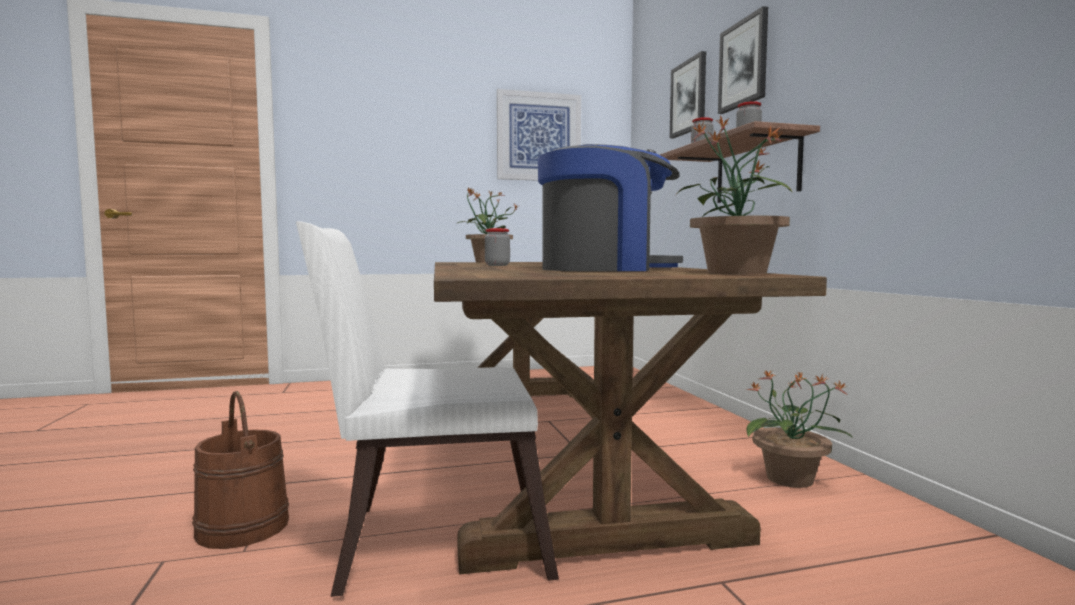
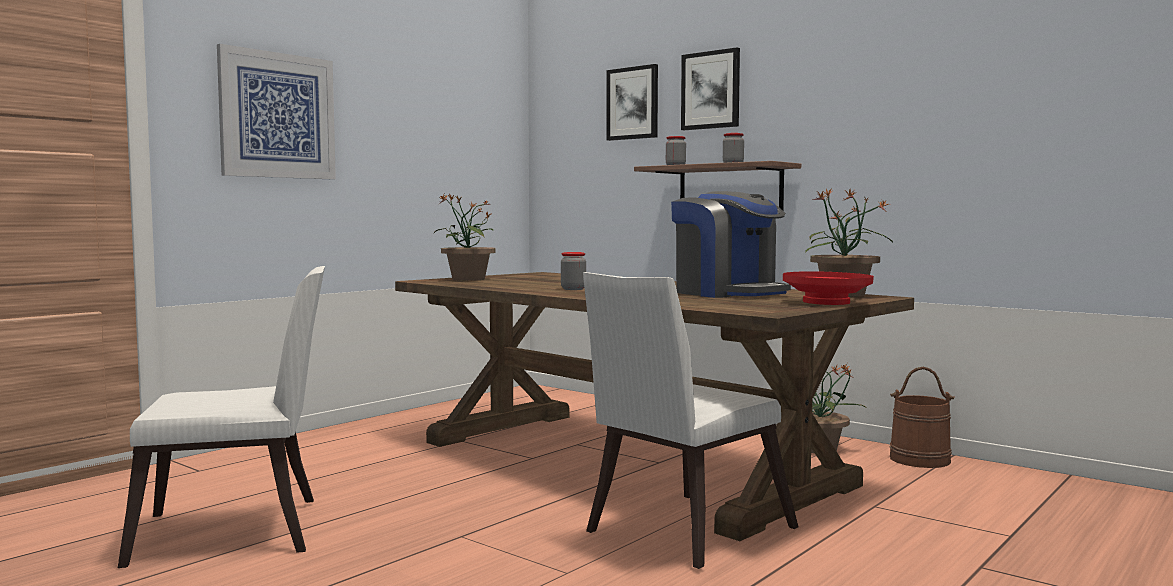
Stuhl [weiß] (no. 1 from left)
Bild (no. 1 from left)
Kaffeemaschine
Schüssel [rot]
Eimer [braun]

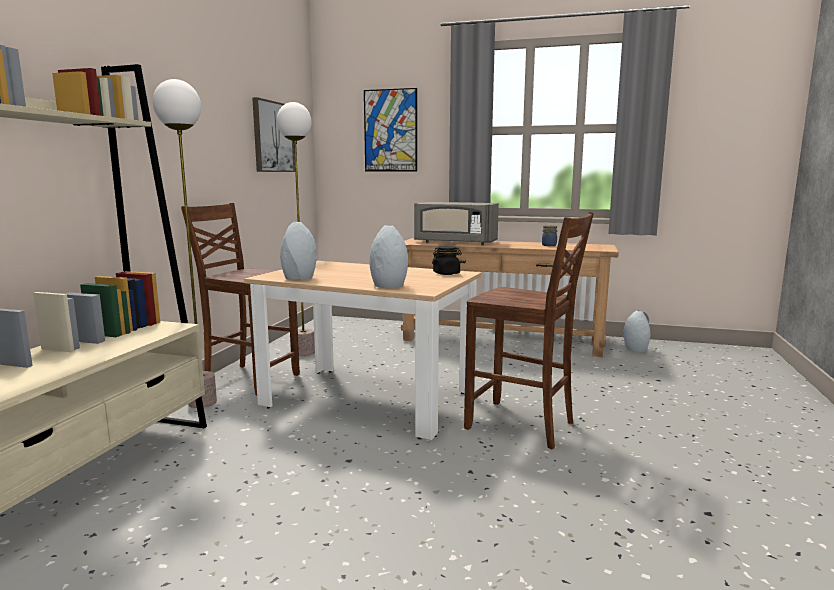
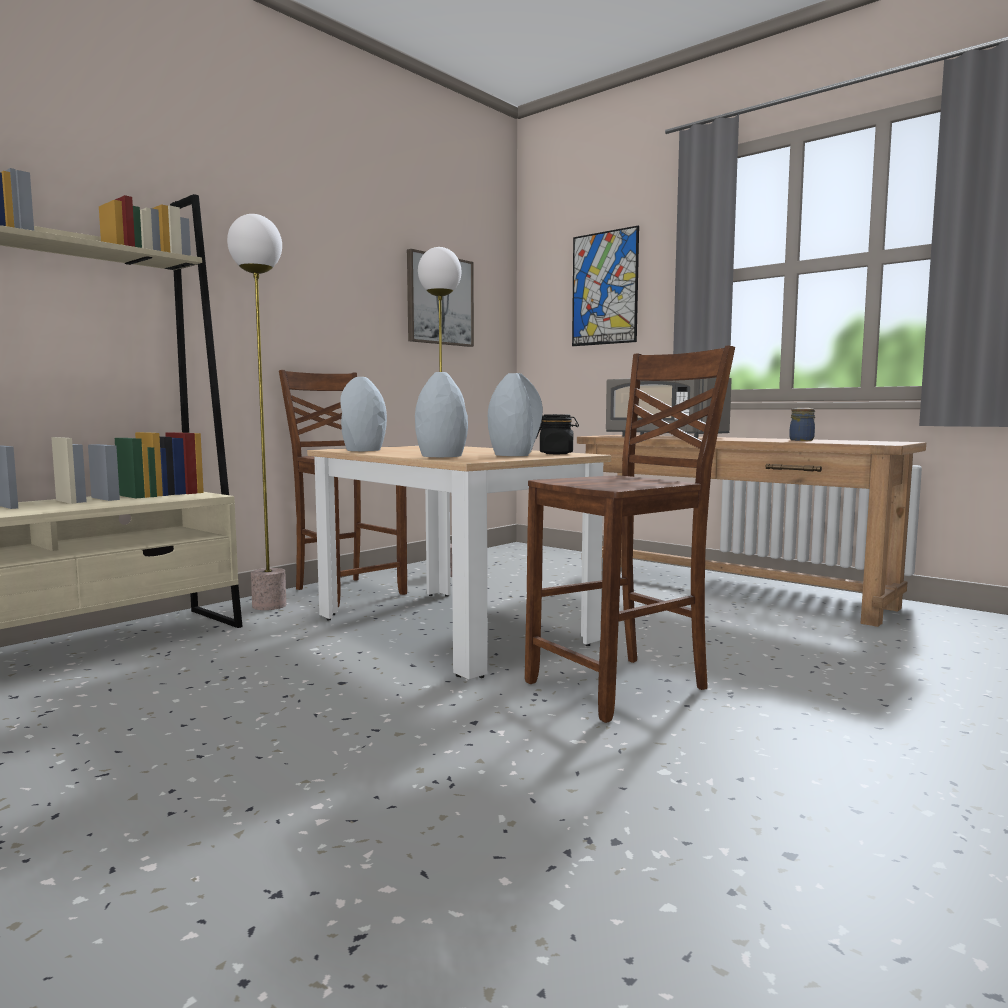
Vase [grau] (no. 3 from left)
Stuhl [braun] (no. 2 from left)

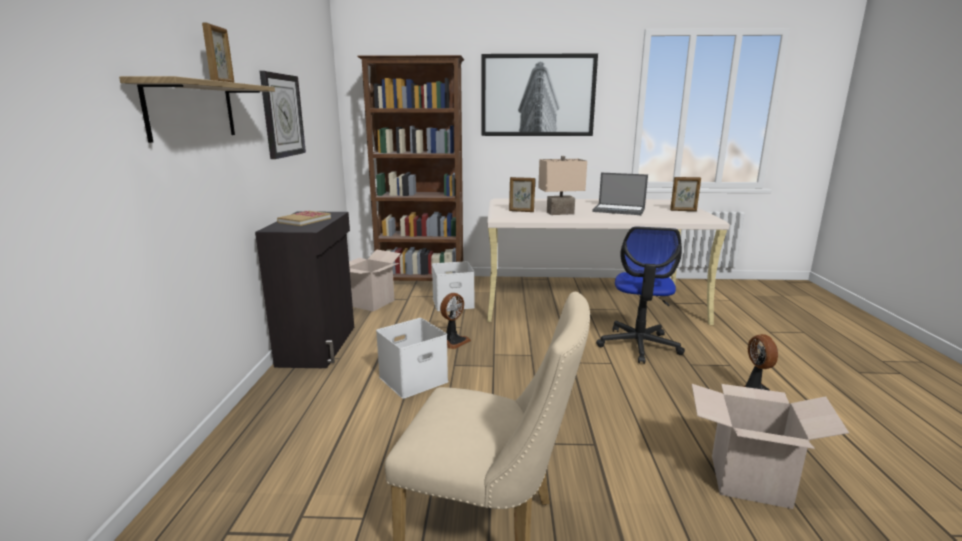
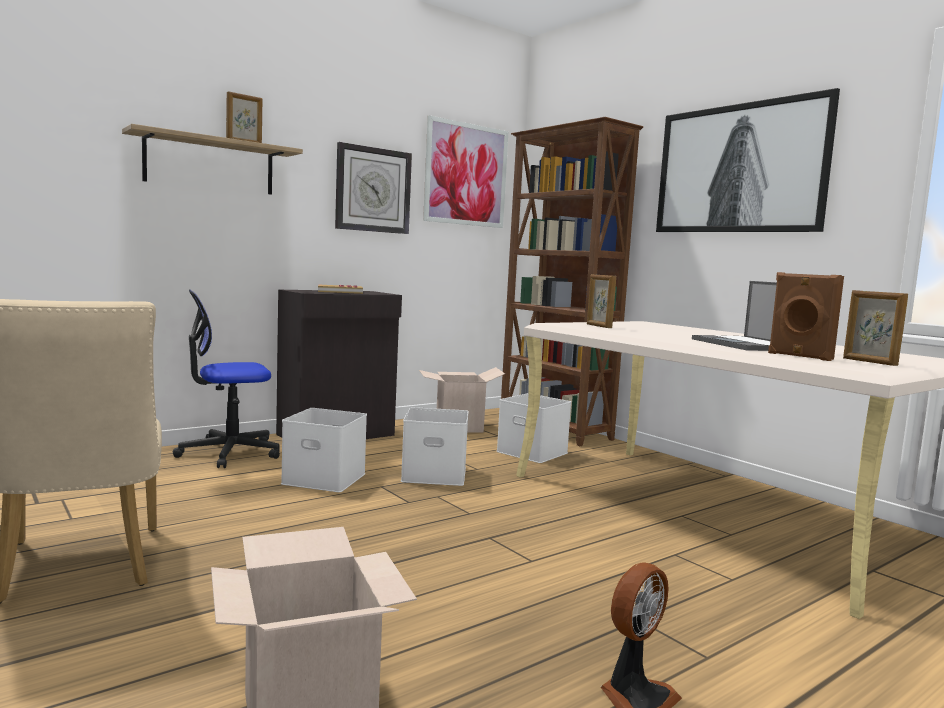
Bürostuhl
Aufbewahrungsbox [weiß] (no. 2 from left)
Bild (no. 1 from left)
Lautsprecher [braun]
Tischlampe [beige]

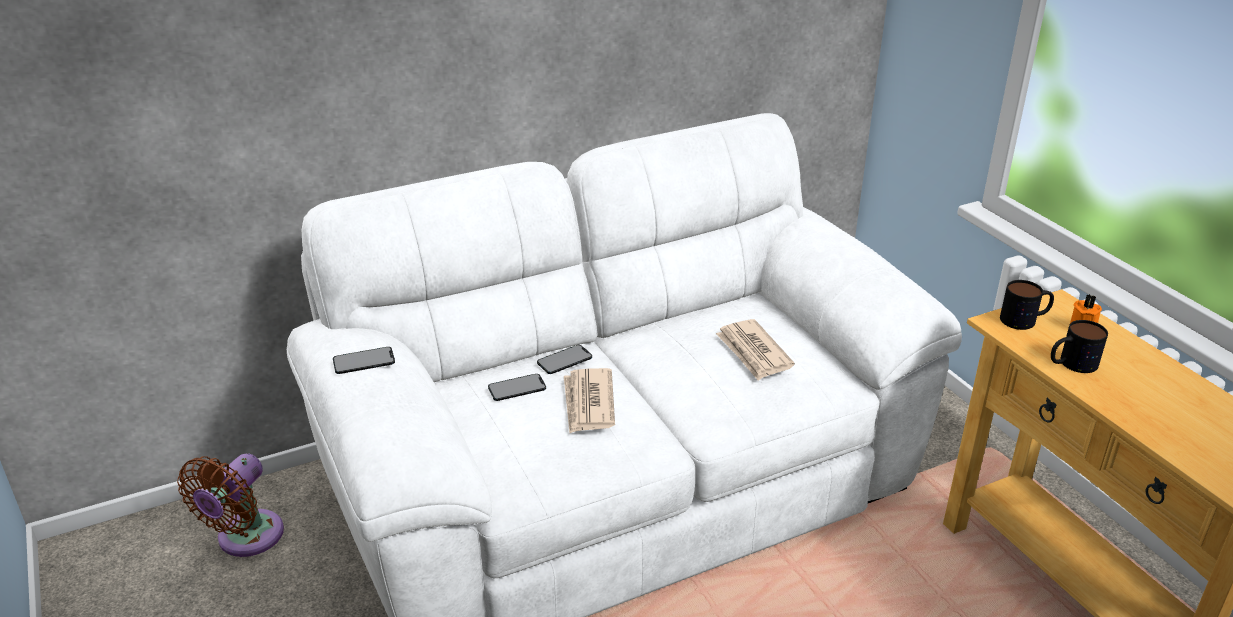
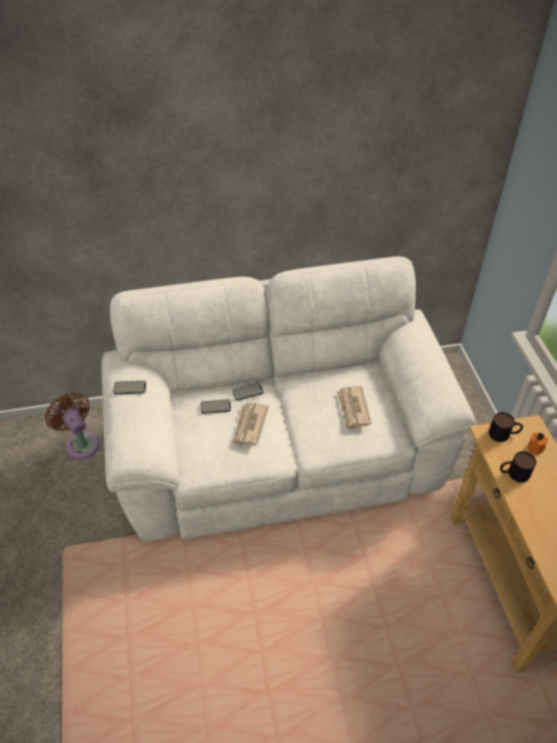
Ventilator [braun]

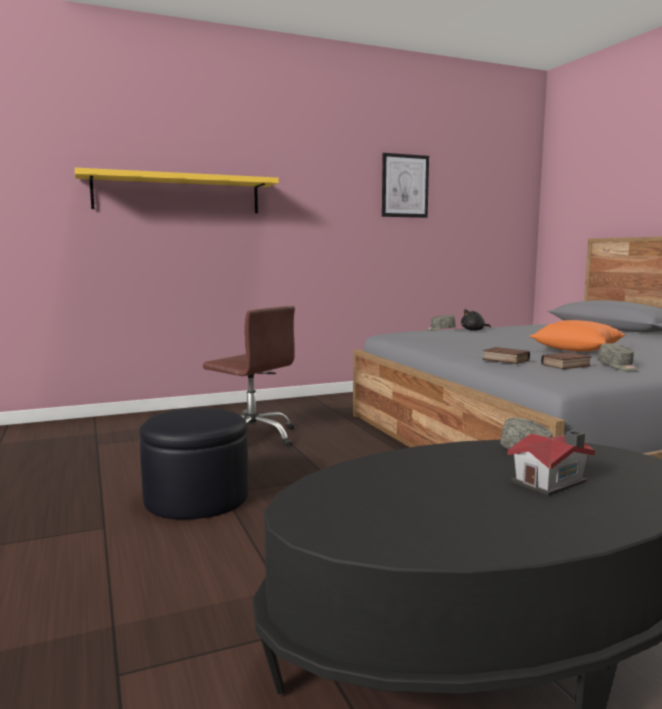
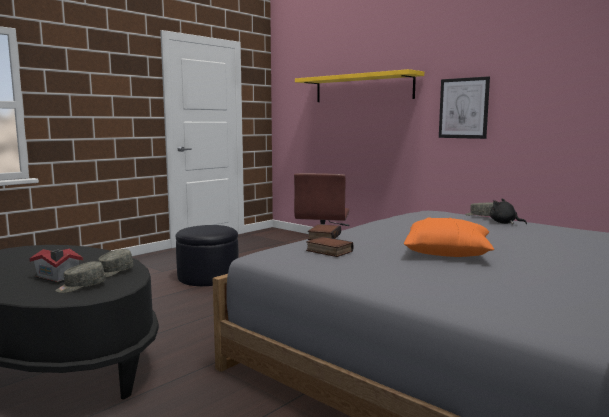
Kappe [grau] (no. 1 from left)
Bild

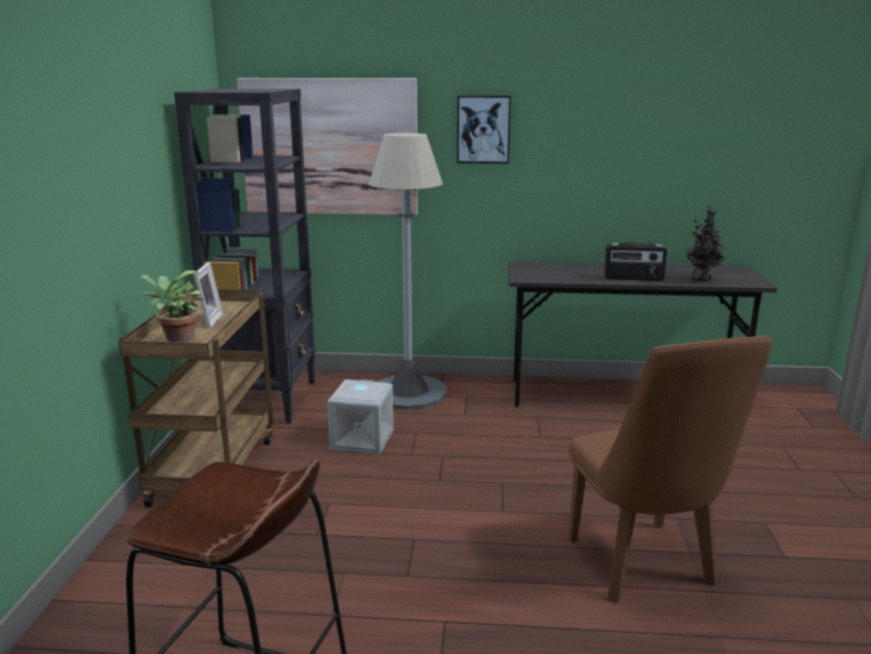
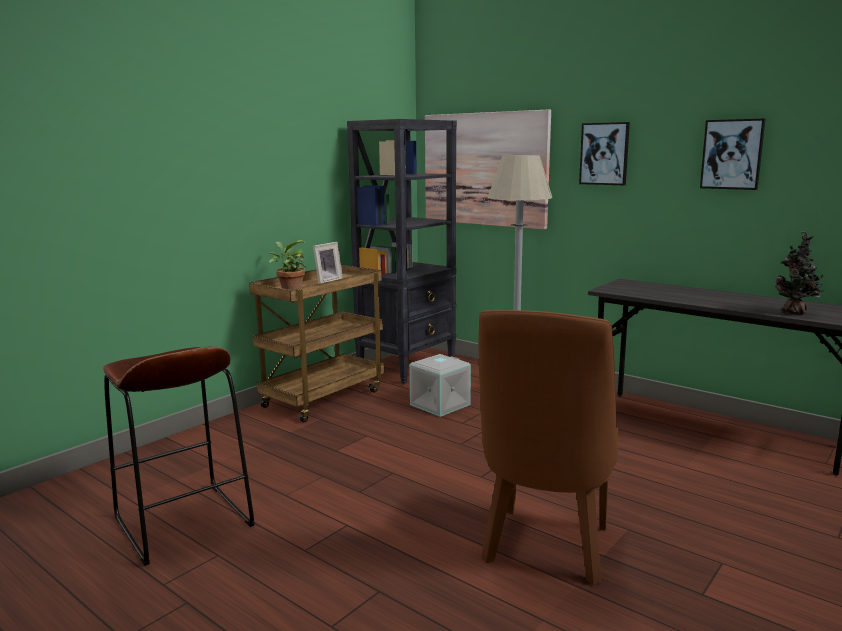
Bild (no. 3 from left)
Radio

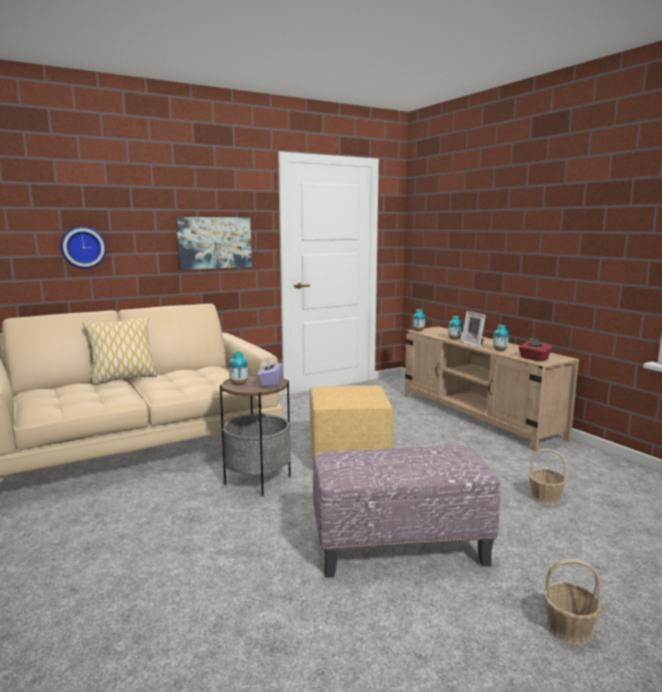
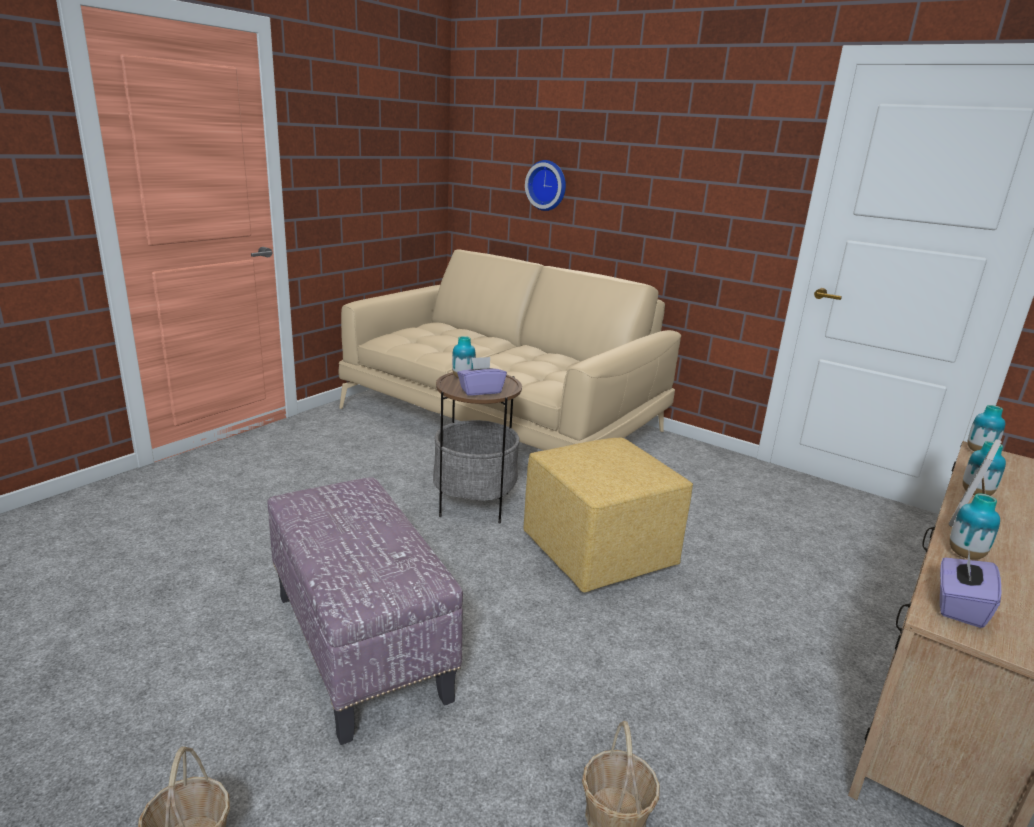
Taschentuchbox [lila] (no. 2 from left)
Kissen
Bild

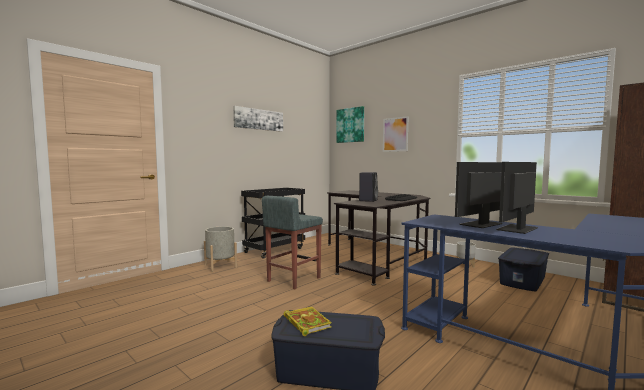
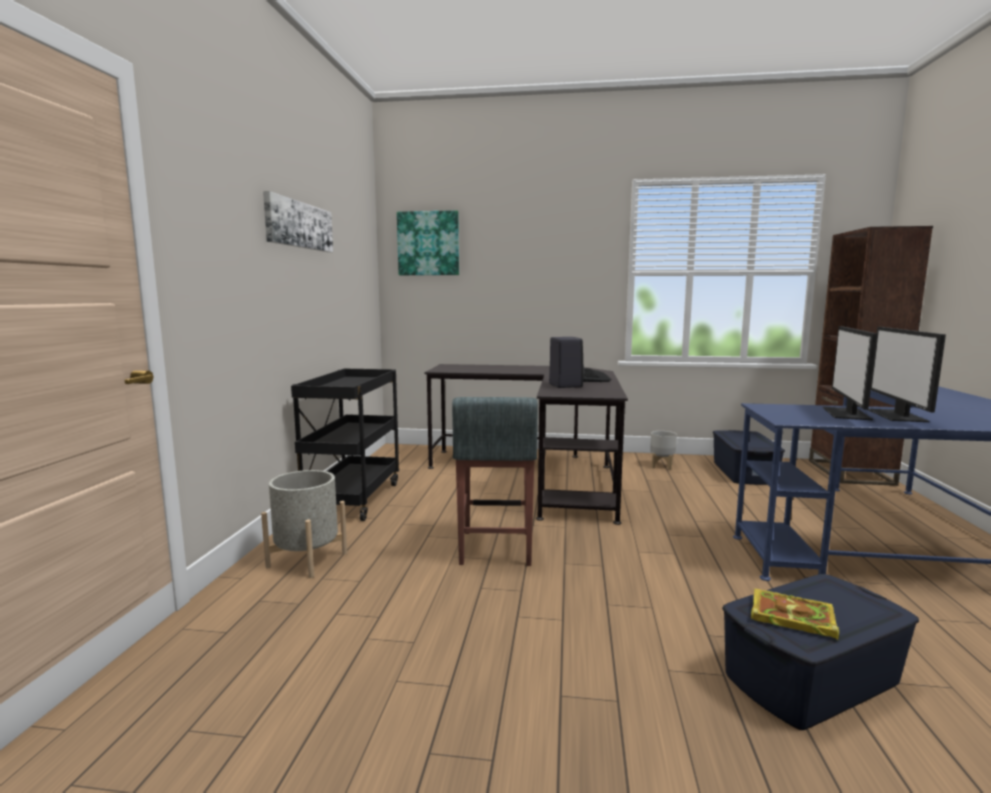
Bild (no. 3 from left in the first image)

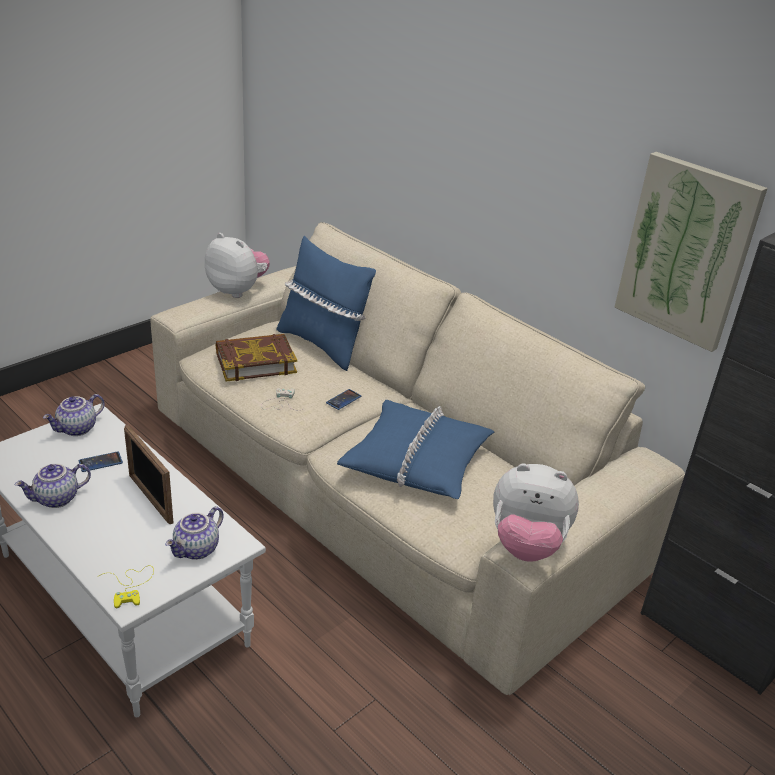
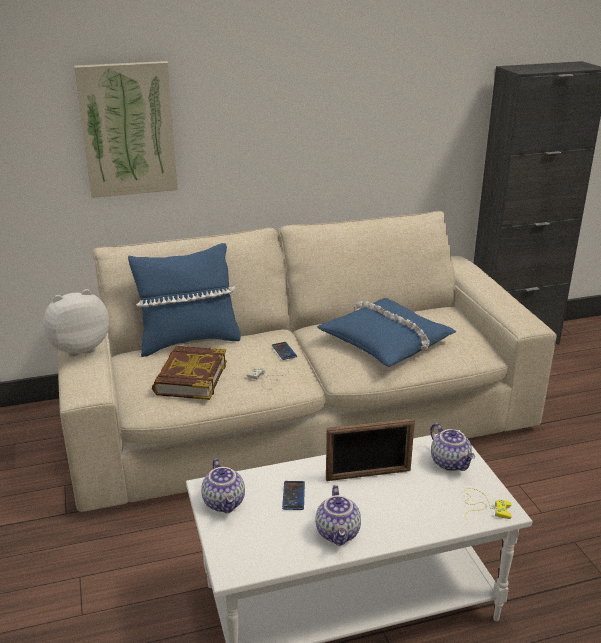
Bild
Plüschtier (no. 2 from left in the first image)

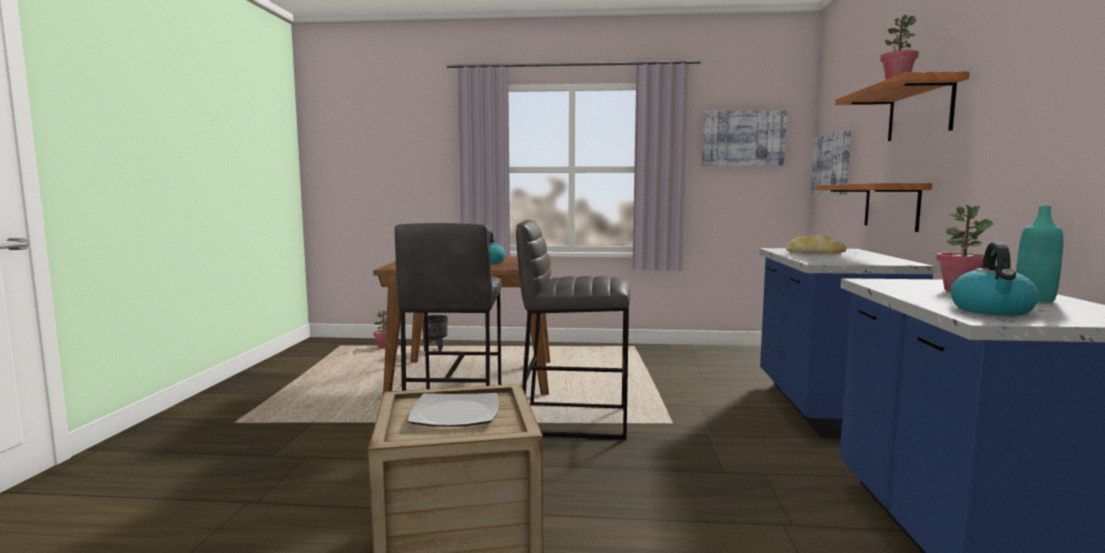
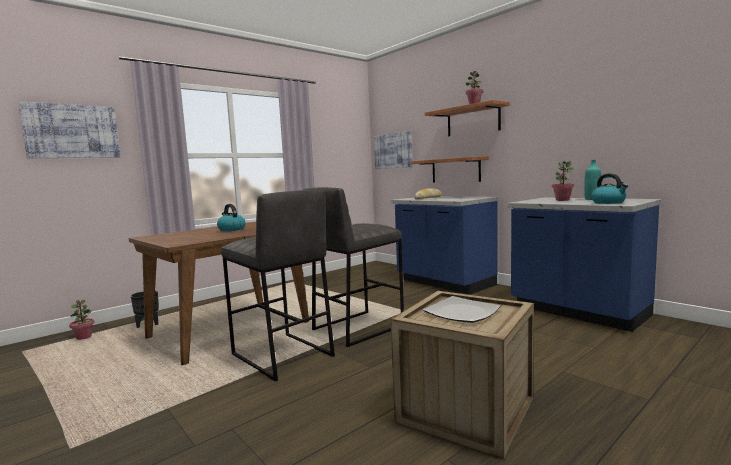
Bild (no. 1 from left)

